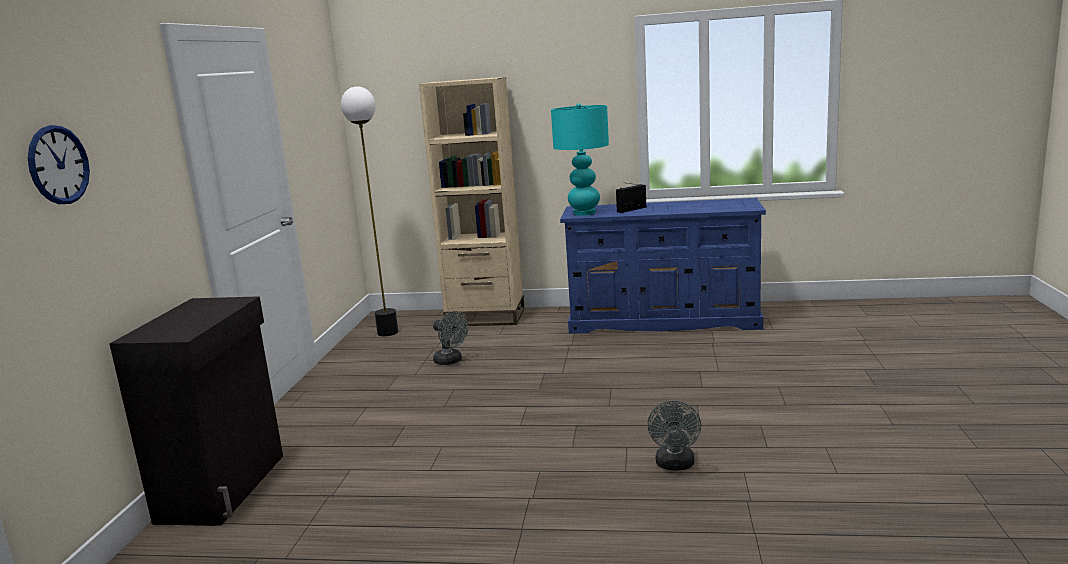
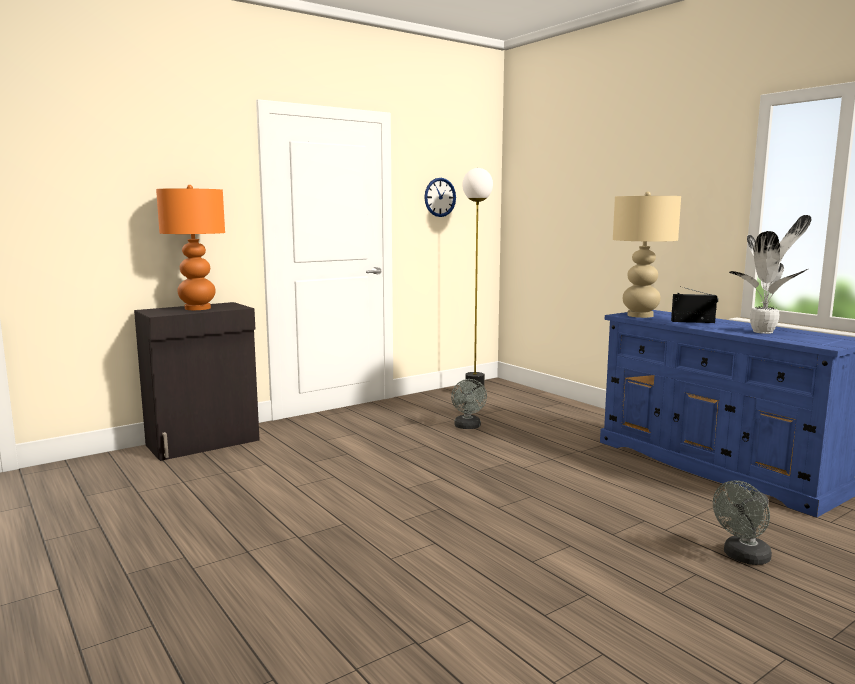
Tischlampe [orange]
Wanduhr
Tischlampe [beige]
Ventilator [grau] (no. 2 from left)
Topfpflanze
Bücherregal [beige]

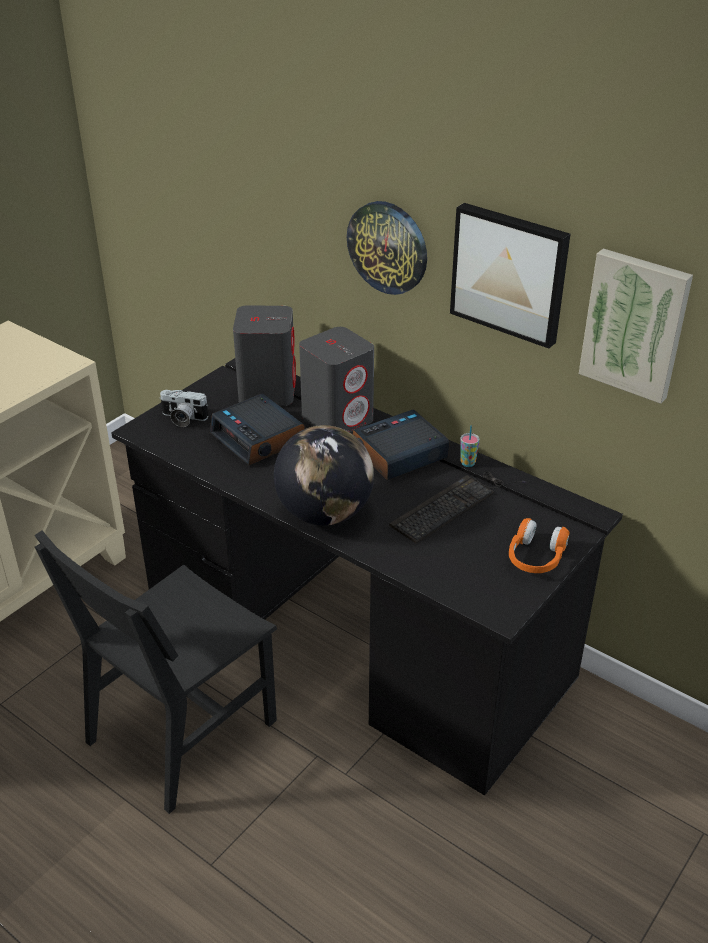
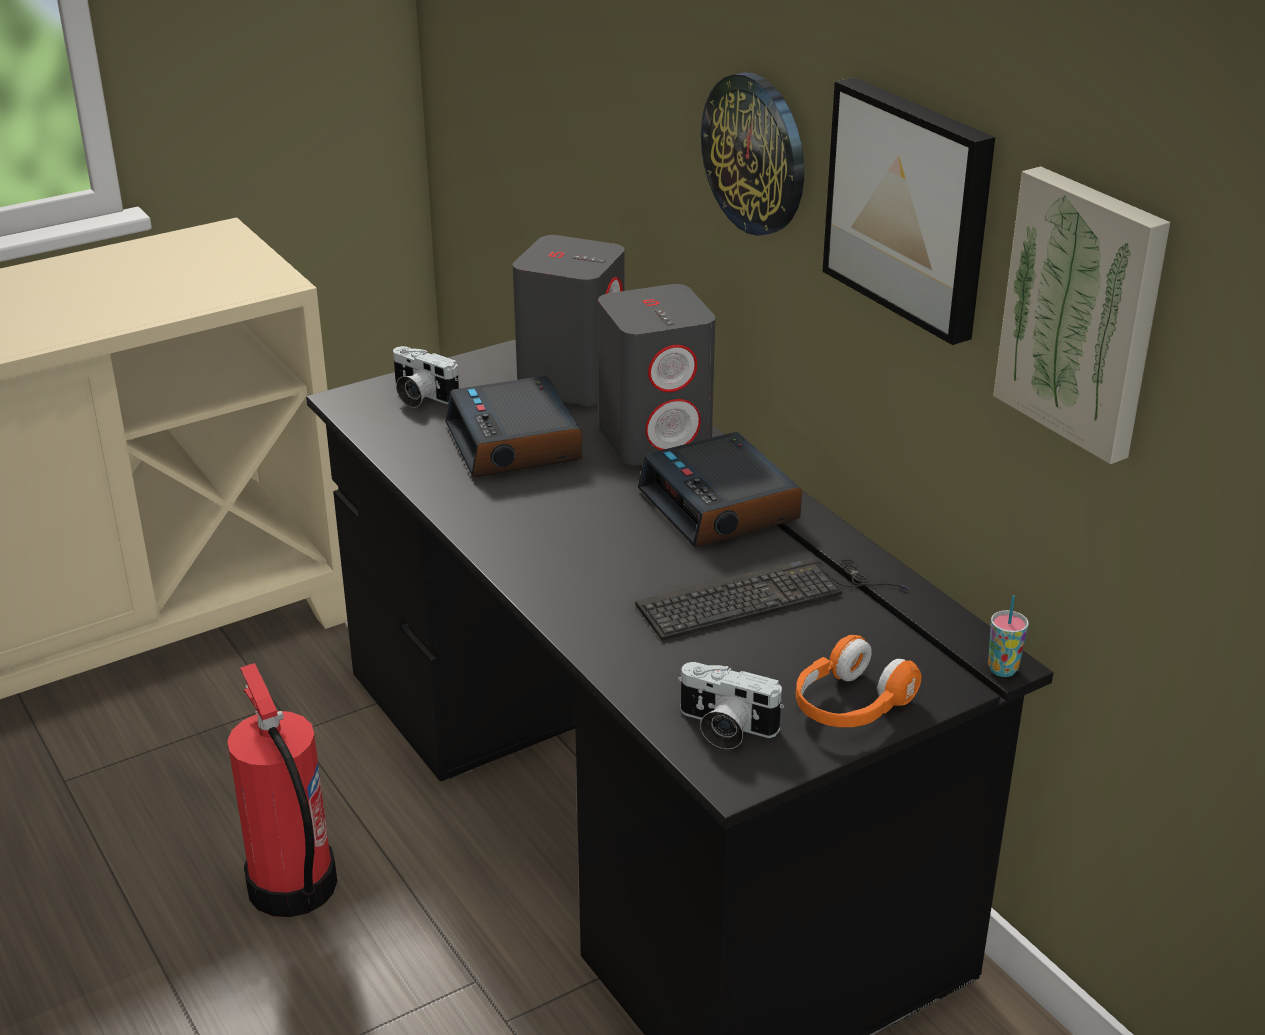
Feuerlöscher
Wecker (no. 2 from left)
Kamera (no. 2 from left)
Tasse
Globus

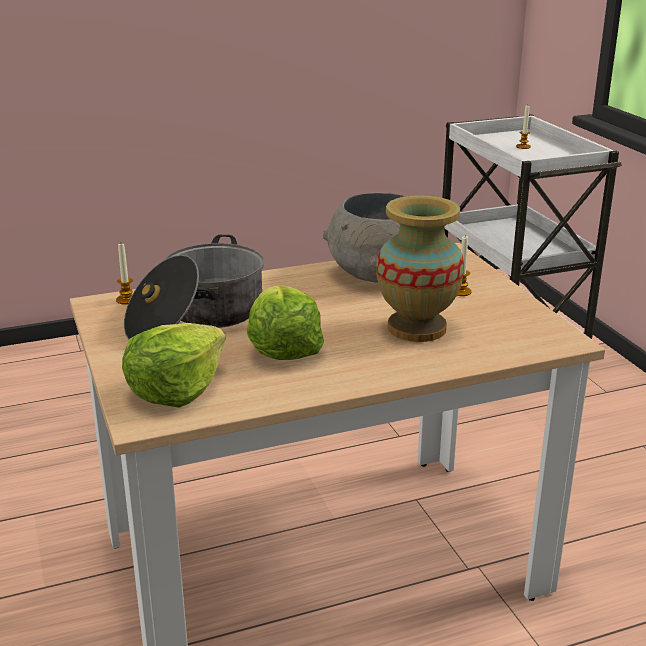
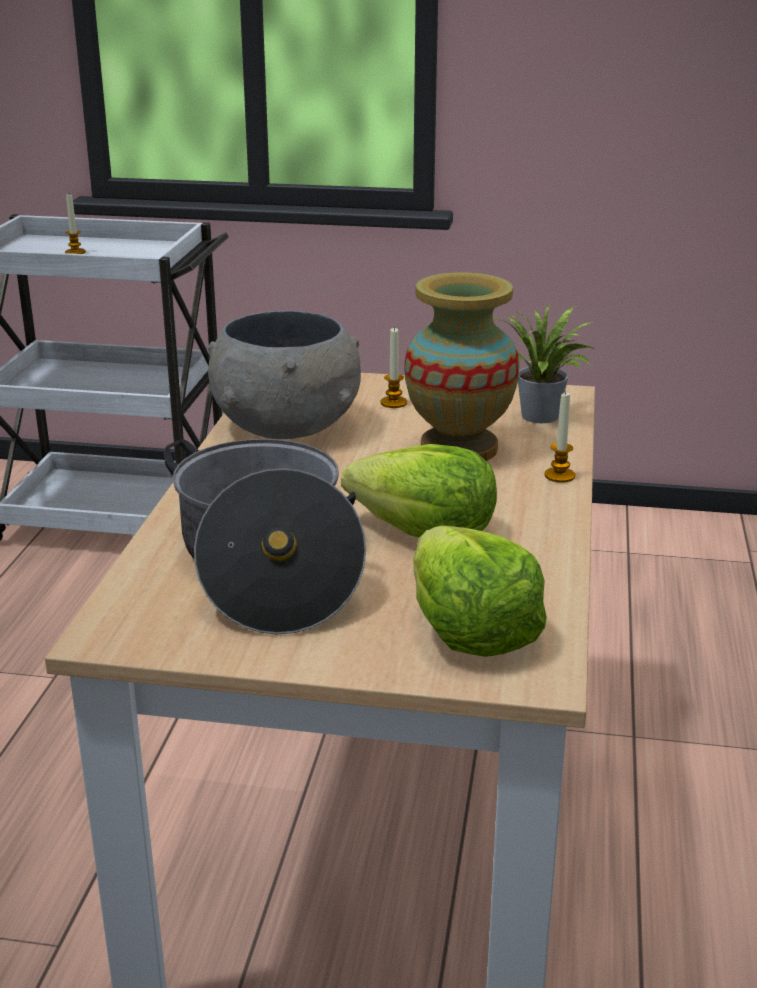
Topfpflanze
Kerze (no. 3 from left)

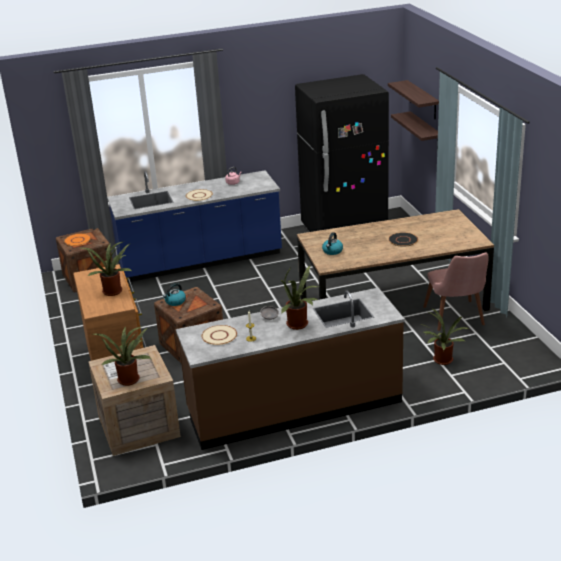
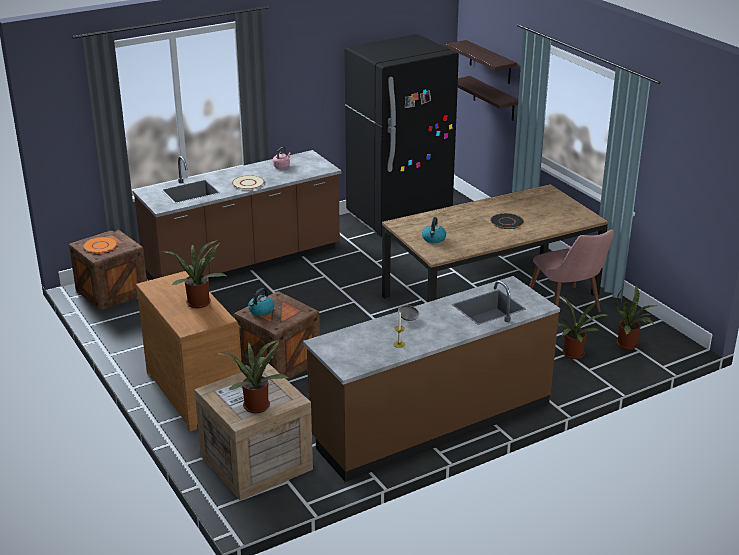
Küchenzeile [braun] (no. 1 from left)
Topfpflanze (no. 4 from left)
Teller [beige] (no. 2 from left in the first image)

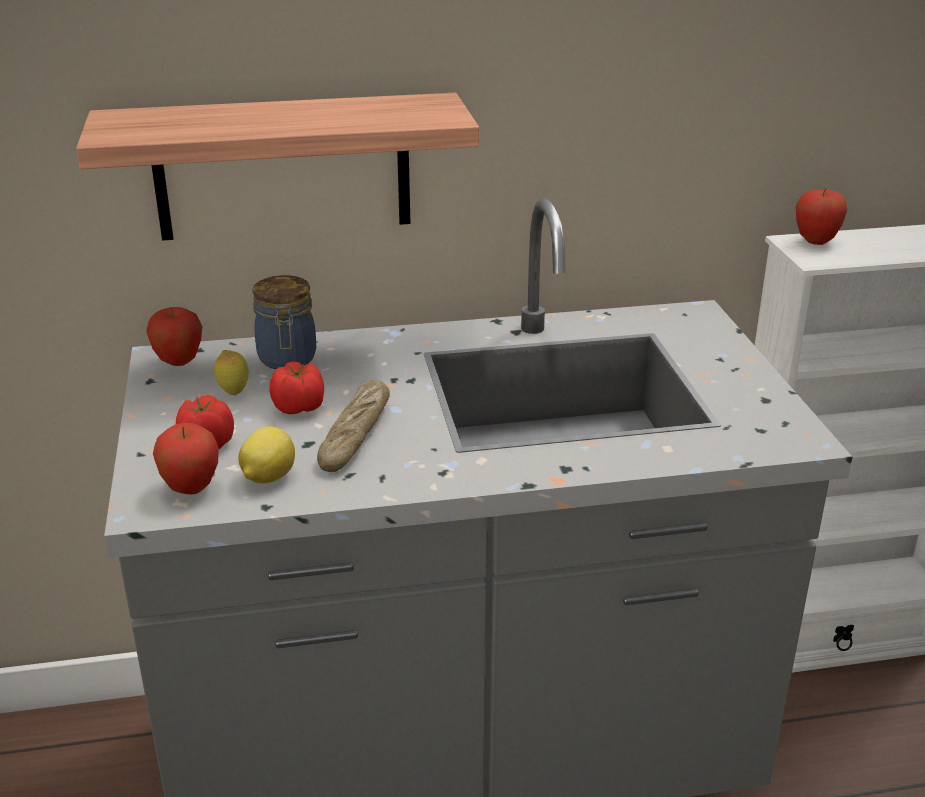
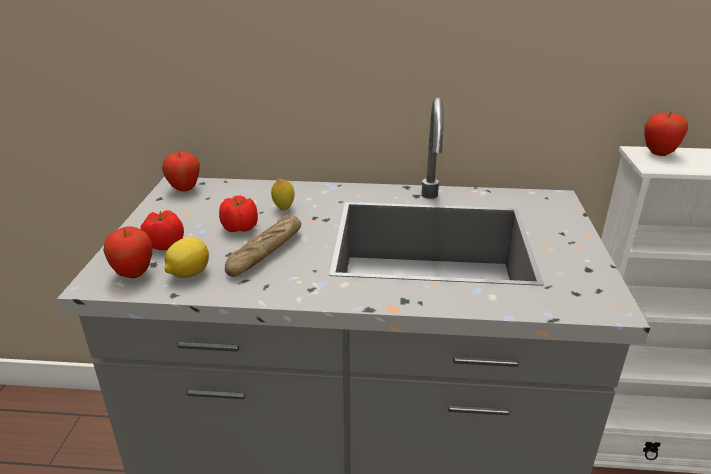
Zitrone (no. 2 from left)
Wandregal
Vorratsglas

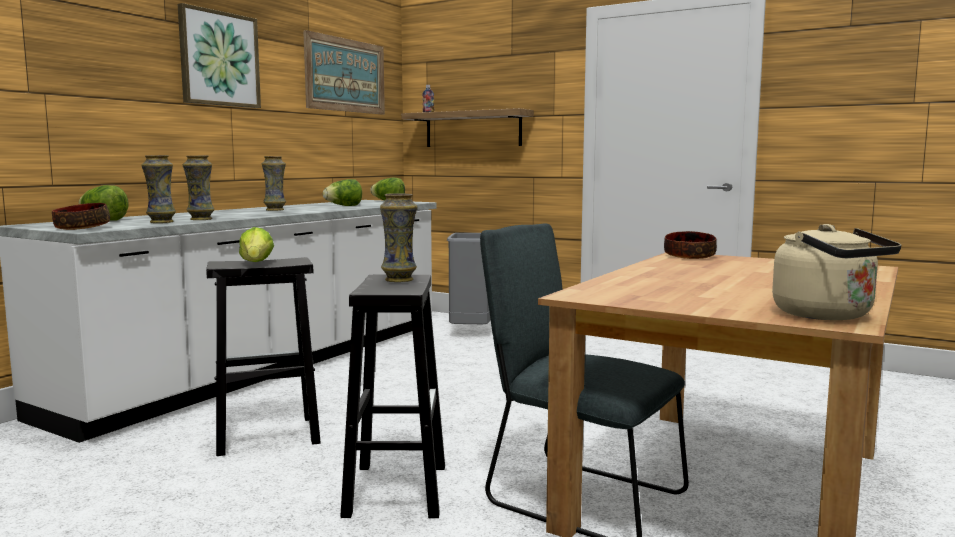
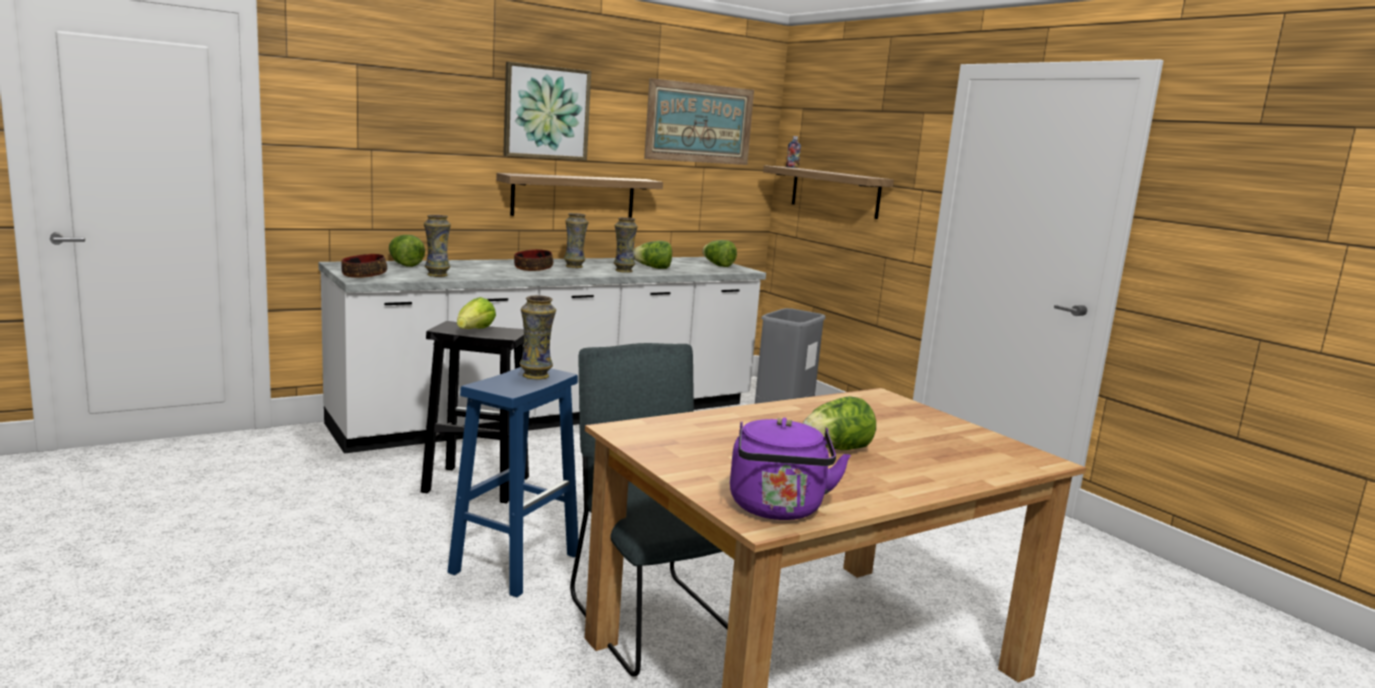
Hocker [blau]
Wandregal (no. 1 from left)
Schüssel (no. 2 from left)
Vase (no. 4 from left)
Wasserkessel [lila]
Salatkopf (no. 5 from left)

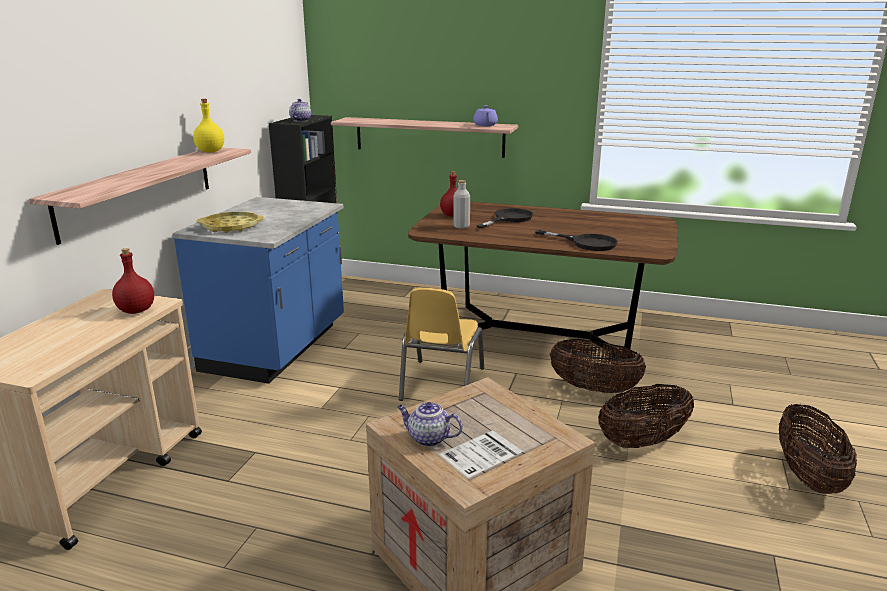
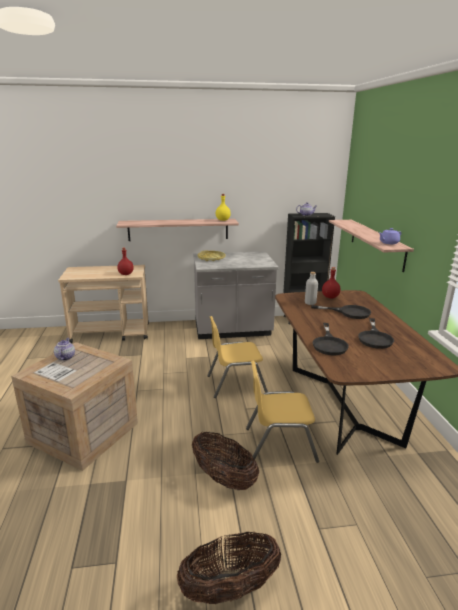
Küchenzeile [grau]
Stuhl [gelb] (no. 2 from left)
Pfanne [schwarz] (no. 3 from left)

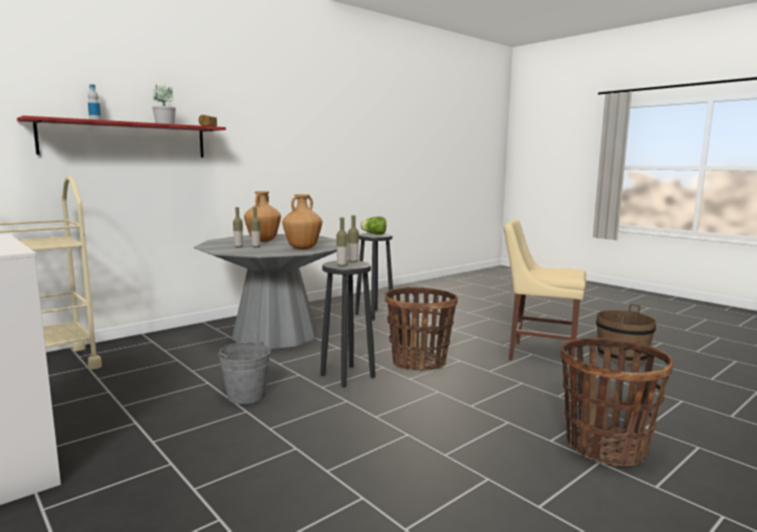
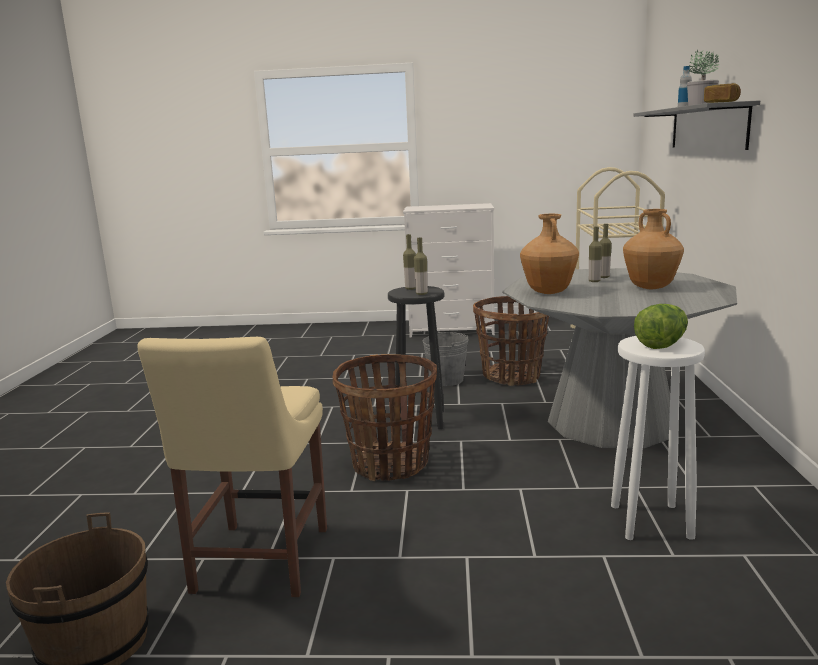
Stuhl [beige]
Korb (no. 2 from left)
Hocker [weiß]
Wandregal [grau]

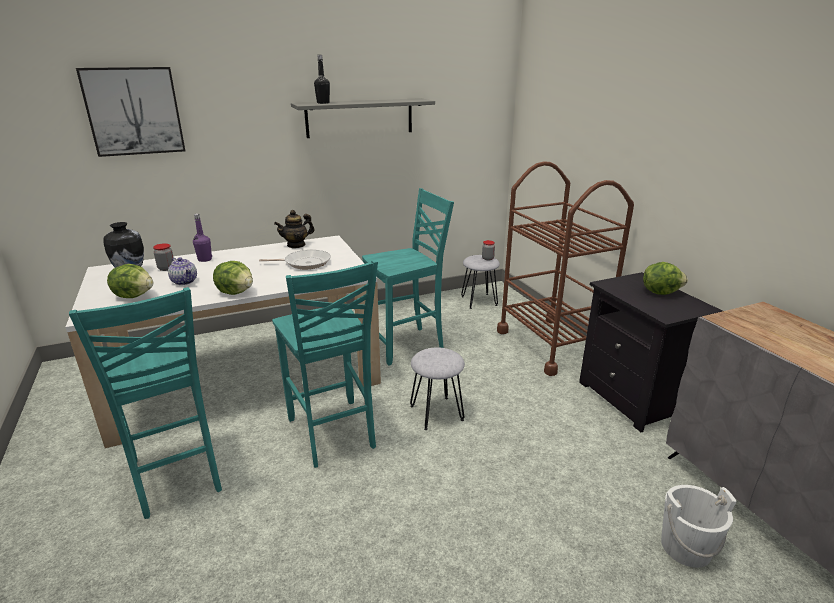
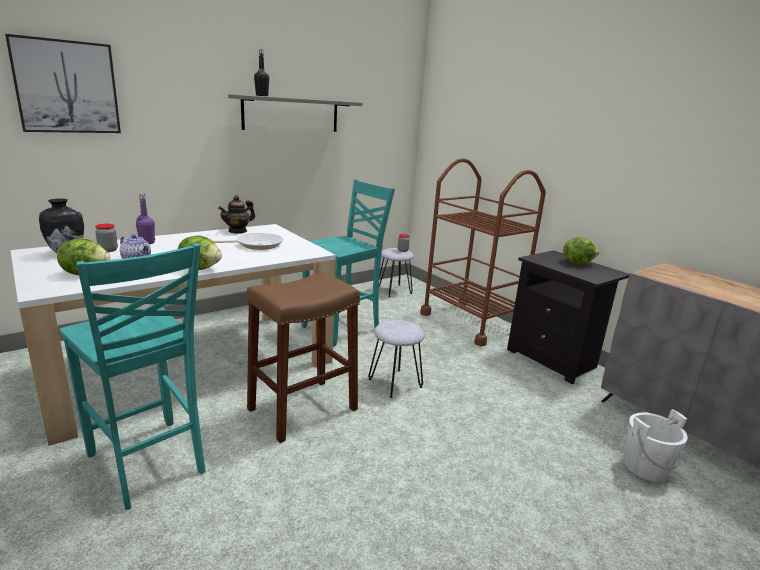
Hocker [braun]

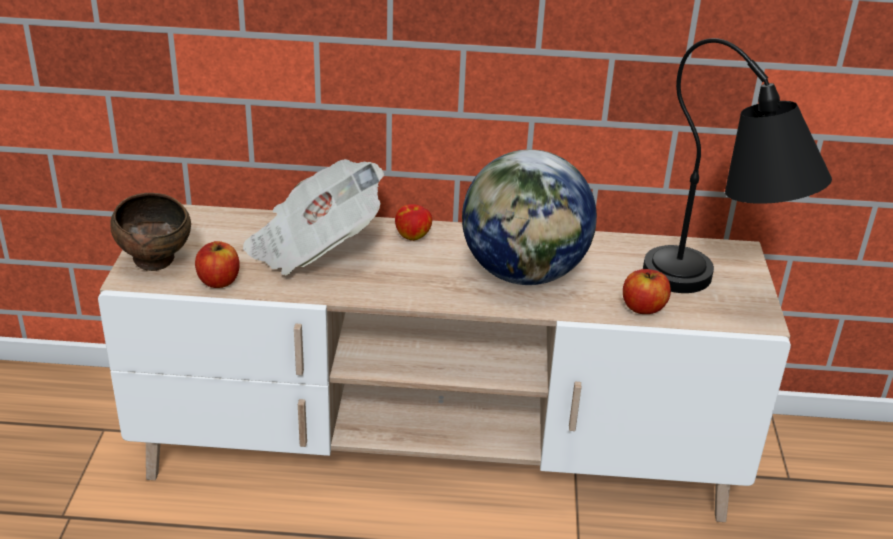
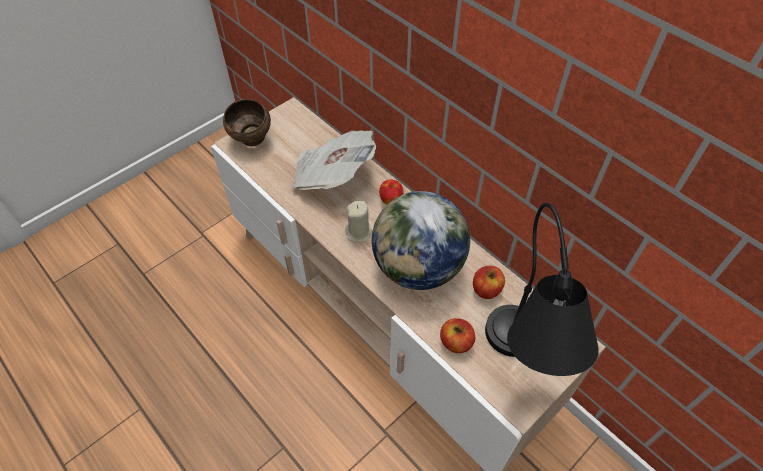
Kerze [beige]
Apfel (no. 3 from left)

